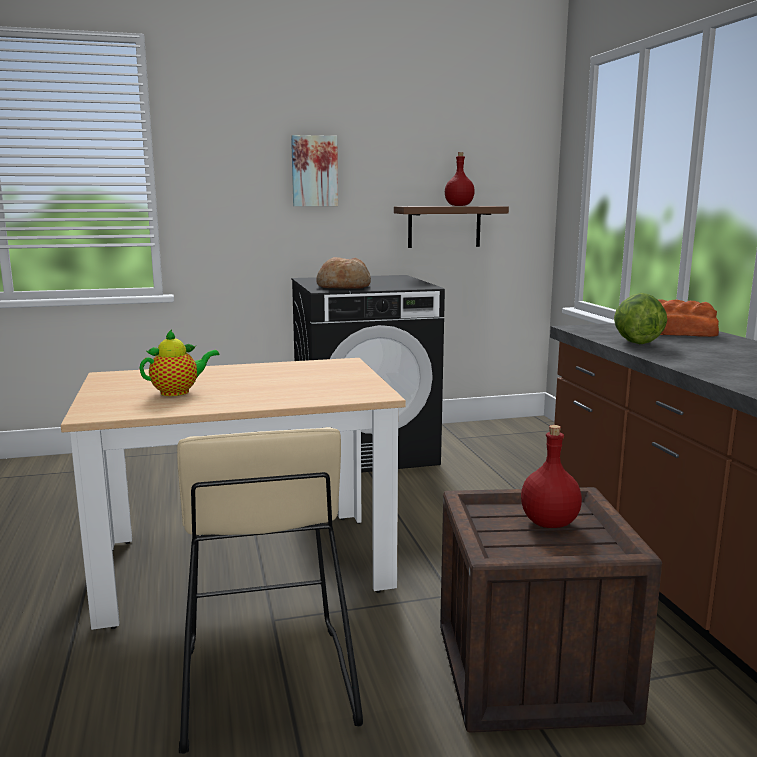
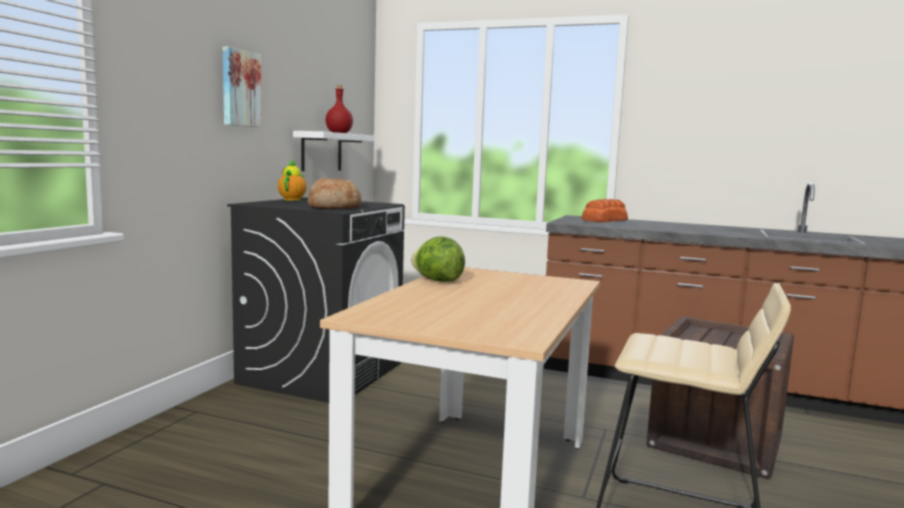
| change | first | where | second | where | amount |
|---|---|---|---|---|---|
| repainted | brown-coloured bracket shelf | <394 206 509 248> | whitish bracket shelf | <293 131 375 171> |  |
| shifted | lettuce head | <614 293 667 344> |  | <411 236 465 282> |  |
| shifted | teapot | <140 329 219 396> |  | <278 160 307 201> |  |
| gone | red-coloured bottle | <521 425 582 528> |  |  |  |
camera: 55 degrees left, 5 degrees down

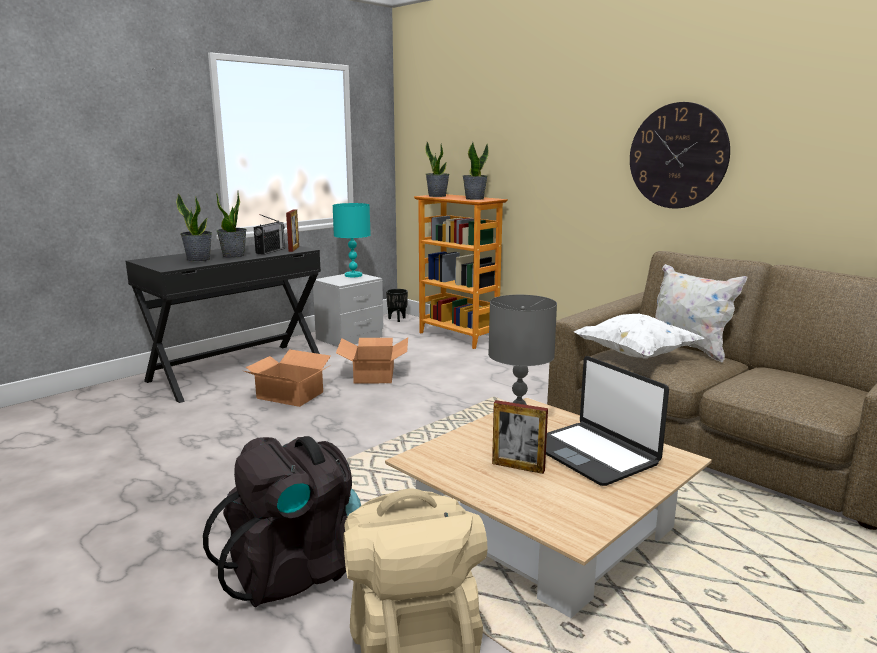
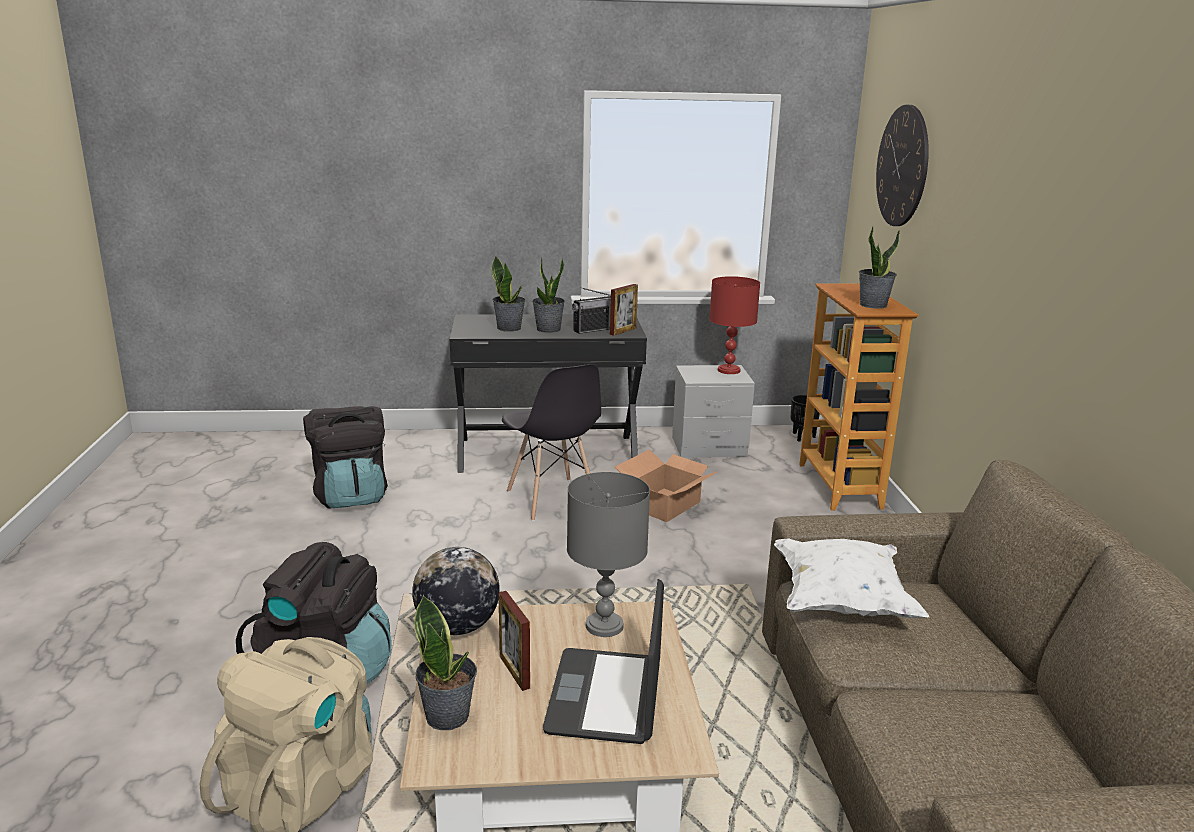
| change | first | where | second | where | amount |
|---|---|---|---|---|---|
| shifted | hanging clock | <630 102 730 209> |  | <876 105 929 226> |  |
| shifted | houseplant | <425 142 450 197> |  | <414 595 477 730> |  |
| repainted | blue-green lamp for a table | <333 203 371 277> | red-coloured lamp for a table | <709 276 760 374> |  |
| gone | whitish throw pillow | <655 264 748 362> |  |  |  |
| swapped | cardboard box | <244 349 331 407> | gray plain chair | <502 364 601 521> |  |
| new |  |  | black-coloured backpack | <303 406 388 508> |  |
| new |  |  | globe | <412 547 500 635> |  |
camera: 40 degrees right, 5 degrees up

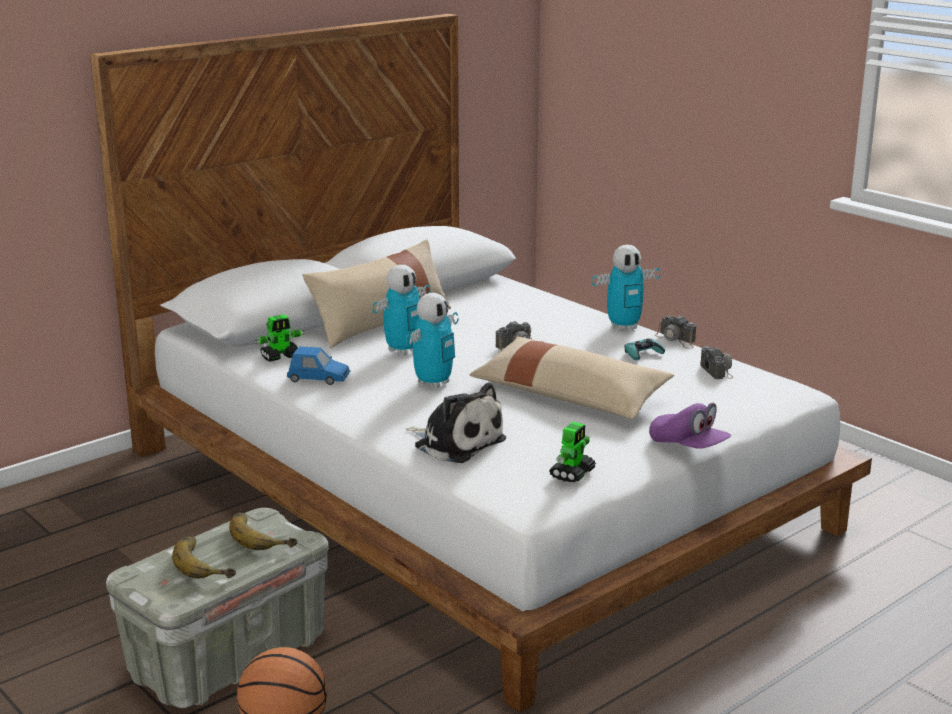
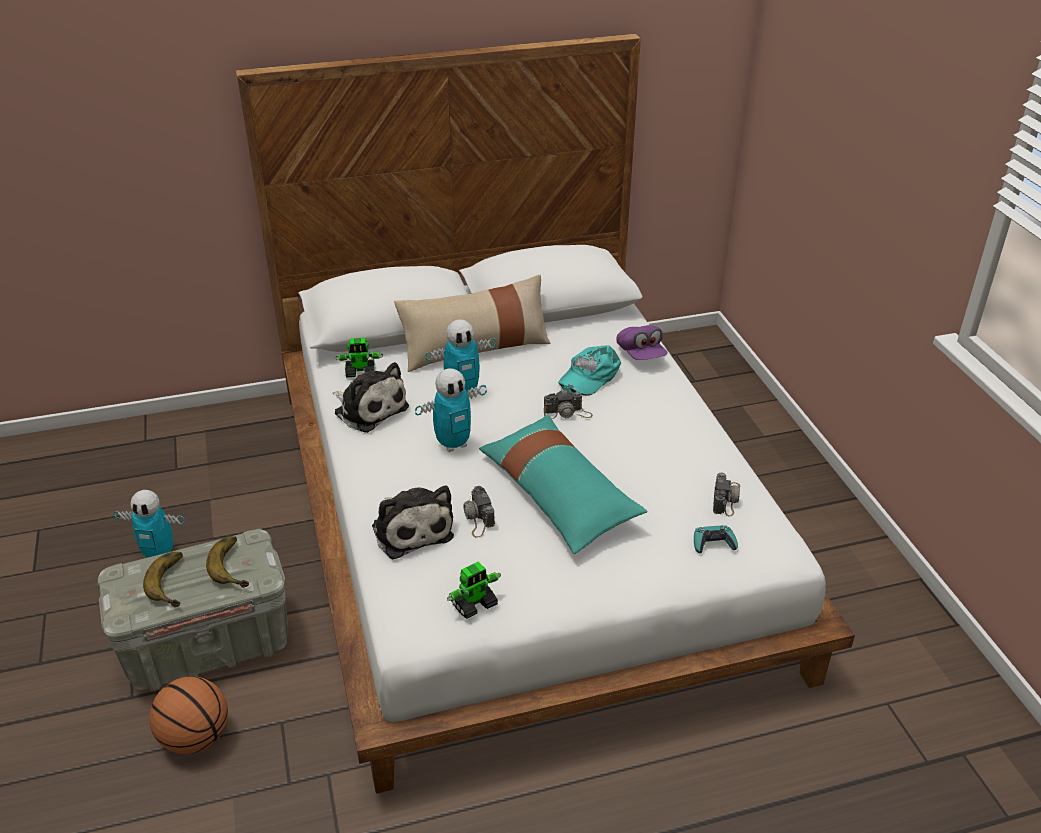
| change | first | where | second | where | amount |
|---|---|---|---|---|---|
| shifted | model robot | <592 245 660 331> |  | <114 490 185 558> |  |
| shifted | still camera | <655 315 696 349> |  | <464 486 495 538> |  |
| repainted | beige throw pillow | <470 337 674 419> | blue-green throw pillow | <479 414 647 554> |  |
| shifted | blue-green game controller | <624 338 665 360> |  | <694 525 738 553> |  |
| swapped | bluish model car | <287 346 350 385> | cuddly toy | <333 362 409 433> |  |
| shifted | purple cap | <649 403 731 449> |  | <616 325 668 360> |  |
| new |  |  | blue-green cap | <558 345 621 396> |  |
camera: 25 degrees right, 15 degrees up

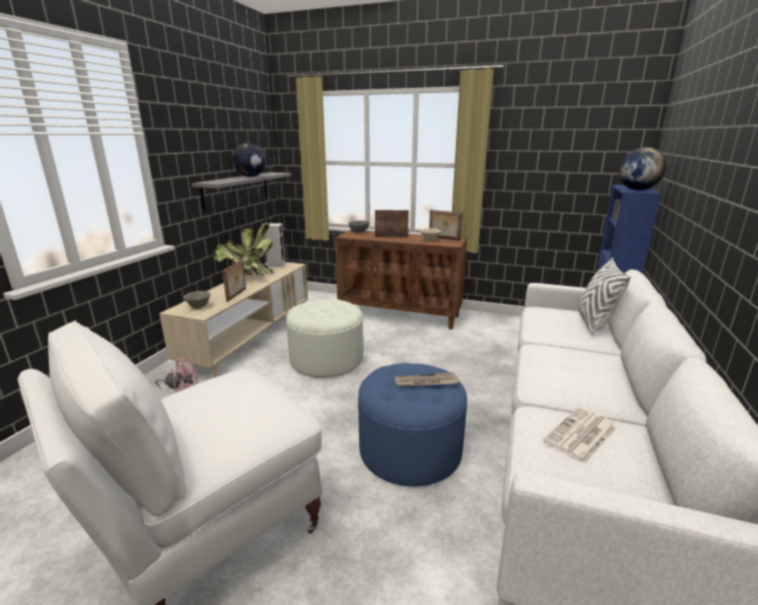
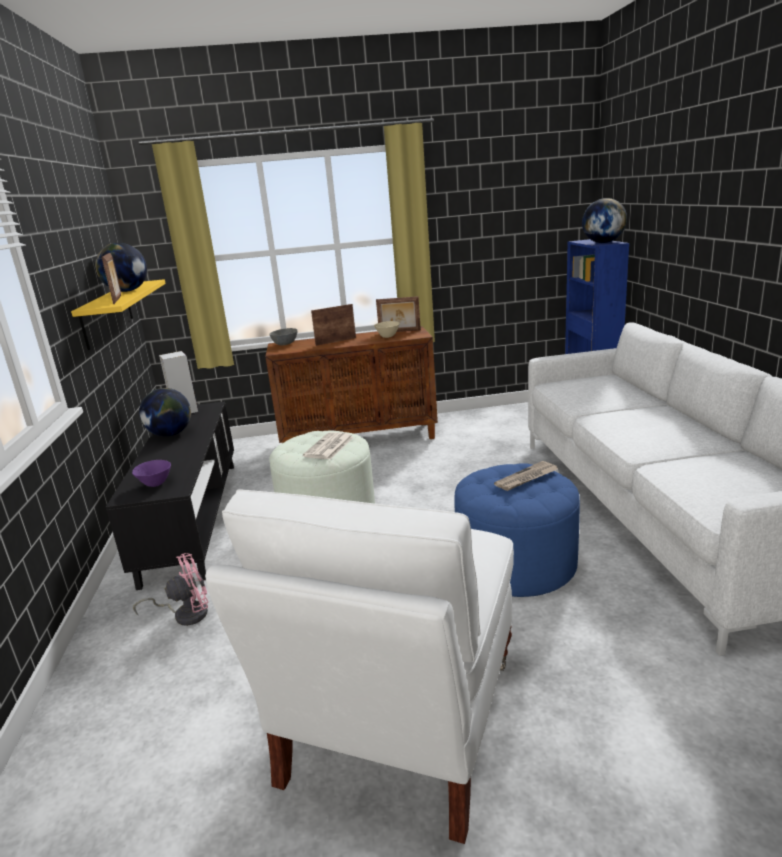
| change | first | where | second | where | amount |
|---|---|---|---|---|---|
| repainted | gray bracket shelf | <192 172 291 211> | yellowish bracket shelf | <71 279 166 350> |  |
| swapped | houseplant | <213 223 274 276> | globe | <139 388 191 437> |  |
| gone | whitish throw pillow | <578 257 631 336> |  |  |  |
| shifted | standing frame | <222 259 246 302> |  | <102 253 121 304> |  |
| repainted | beige tv stand | <159 262 308 379> | black-coloured tv stand | <106 401 234 590> |  |
| repainted | gray bowl | <183 291 211 309> | purple bowl | <132 460 171 487> |  |
| shifted | newspaper | <543 407 617 464> |  | <303 432 354 460> |  |
camera: 25 degrees left, 0 degrees up

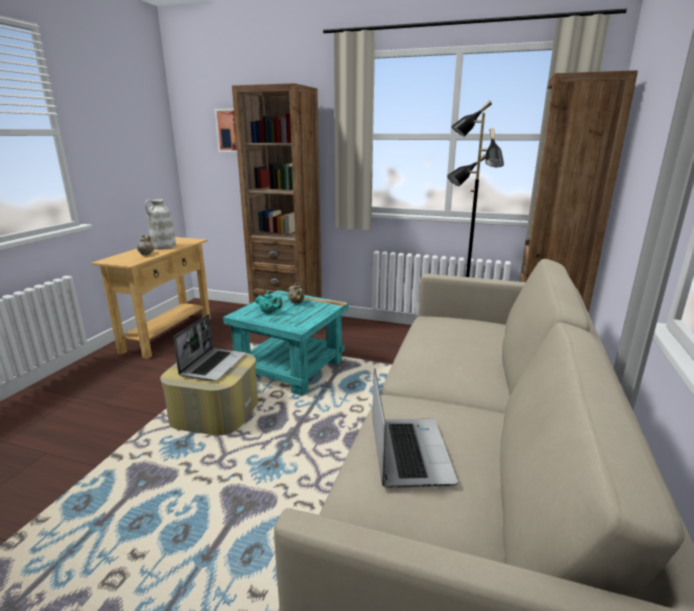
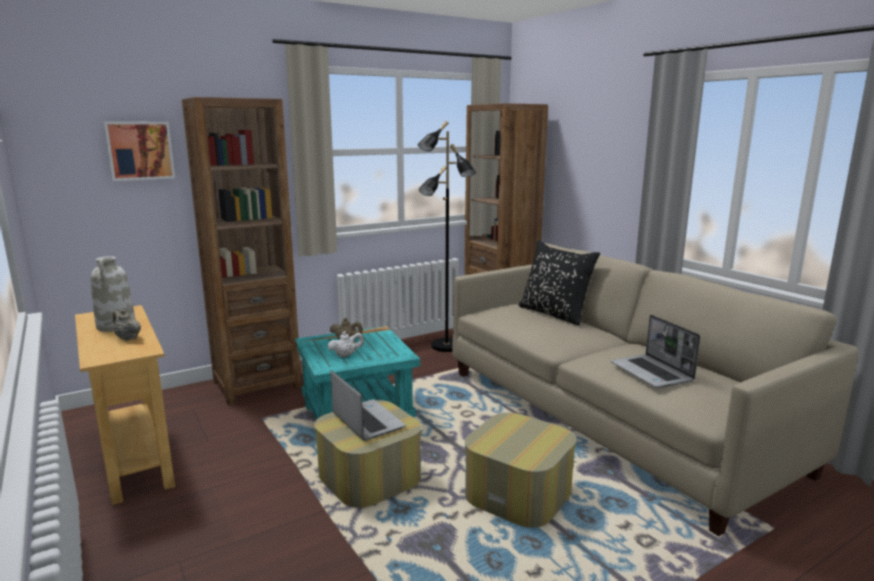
| change | first | where | second | where | amount |
|---|---|---|---|---|---|
| repainted | blue-green teapot | <255 291 282 313> | whitish teapot | <328 331 364 357> |  |
| rotated | portable computer | <372 368 458 488> |  | <611 315 700 388> | 150 degrees counterclockwise |
| new |  |  | black-coloured throw pillow | <518 240 600 326> |  |
| new |  |  | footrest | <465 413 577 528> |  |
camera: 50 degrees left, 5 degrees down

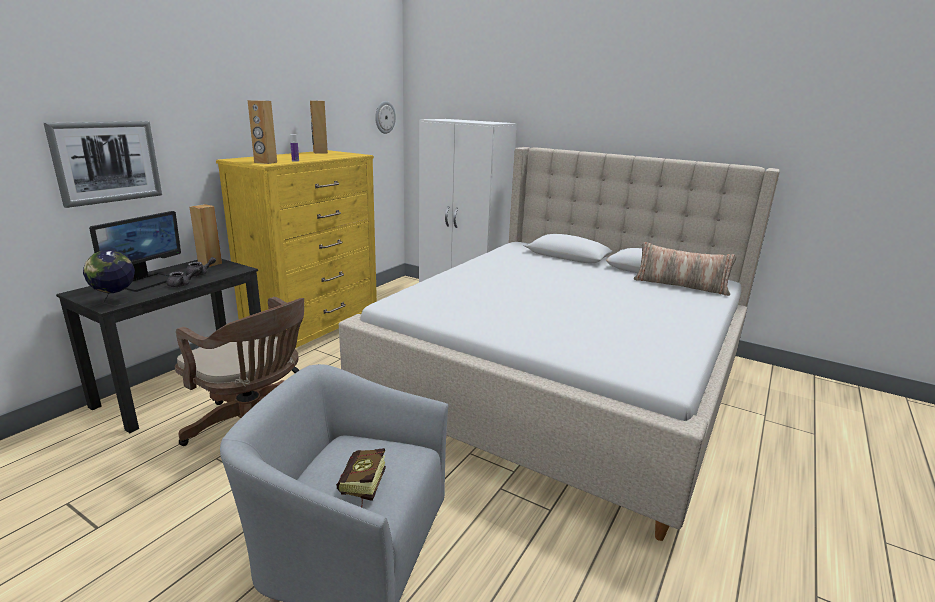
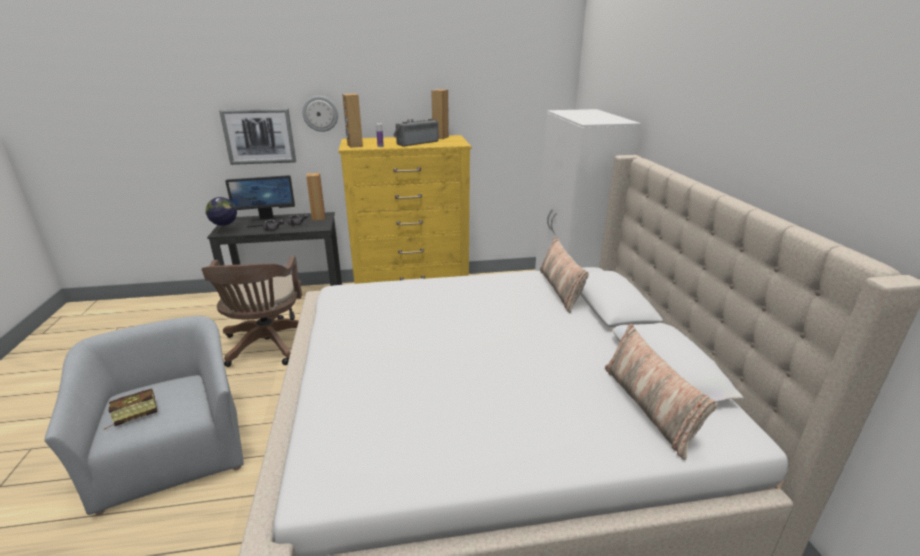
| change | first | where | second | where | amount |
|---|---|---|---|---|---|
| shifted | hanging clock | <375 101 396 134> |  | <302 96 338 132> |  |
| new |  |  | radio set | <393 118 438 147> |  |
| new |  |  | throw pillow | <540 237 589 313> |  |
camera: 50 degrees right, 5 degrees up

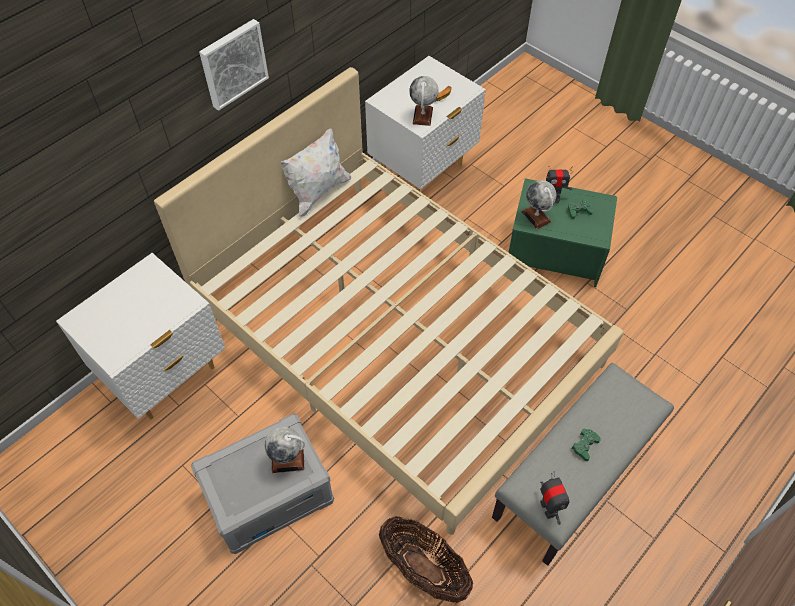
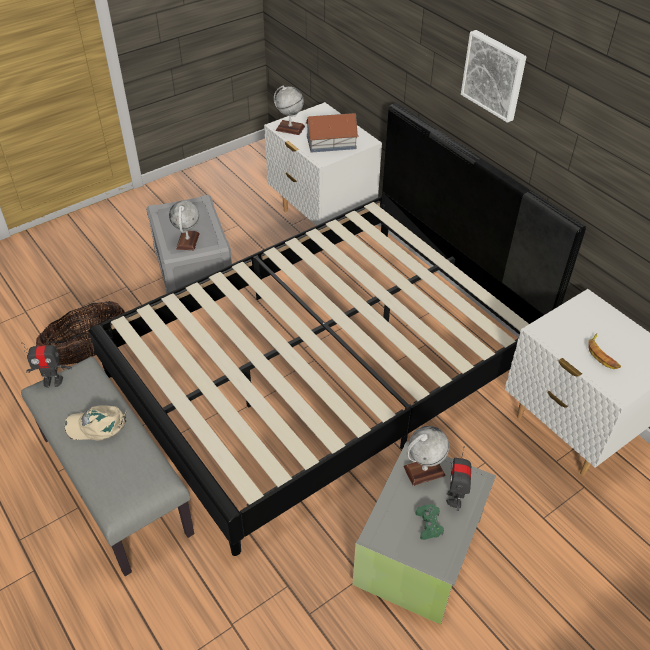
| change | first | where | second | where | amount |
|---|---|---|---|---|---|
| repainted | beige sleeping bed | <154 67 624 535> | black-coloured sleeping bed | <89 103 586 556> |  |
| shifted | globe | <409 76 439 126> |  | <274 86 305 135> |  |
| gone | whitish throw pillow | <281 128 351 217> |  |  |  |
| repainted | green-coloured storage box | <508 178 617 287> | gray storage box | <352 441 496 625> |  |
| swapped | green-coloured game controller | <571 429 601 461> | beige cap | <65 406 127 441> |  |
| new |  |  | toy house | <305 113 359 153> |  |
camera: 100 degrees right, 10 degrees down

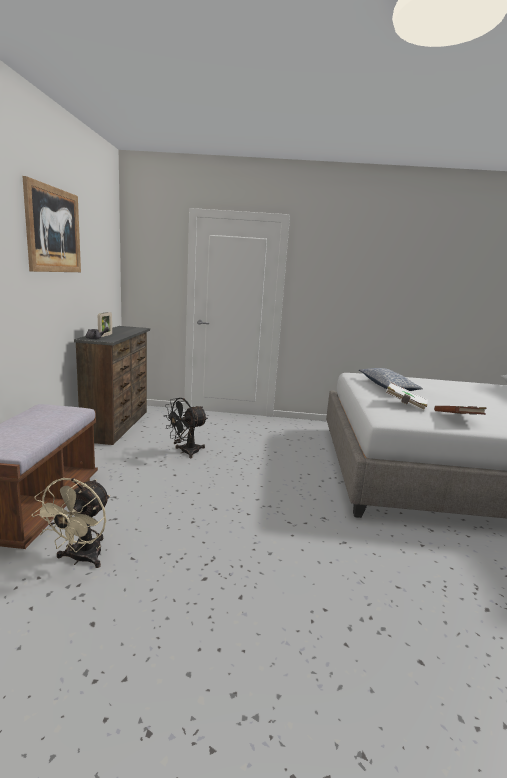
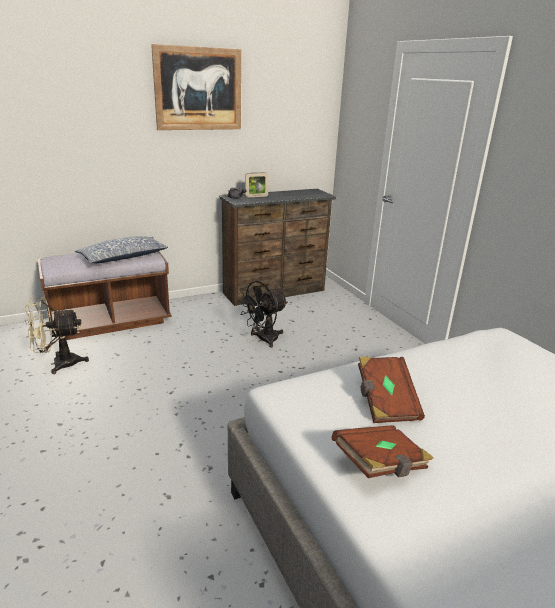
| change | first | where | second | where | amount |
|---|---|---|---|---|---|
| shifted | throw pillow | <359 368 423 391> |  | <75 236 168 263> |  |
| repainted | whitish book | <385 383 428 412> | brown-coloured book | <358 357 425 423> |  |
| rotated | black-coloured cooling fan | <164 398 208 458> |  | <238 281 288 348> | 60 degrees counterclockwise |
camera: 60 degrees right, 10 degrees up

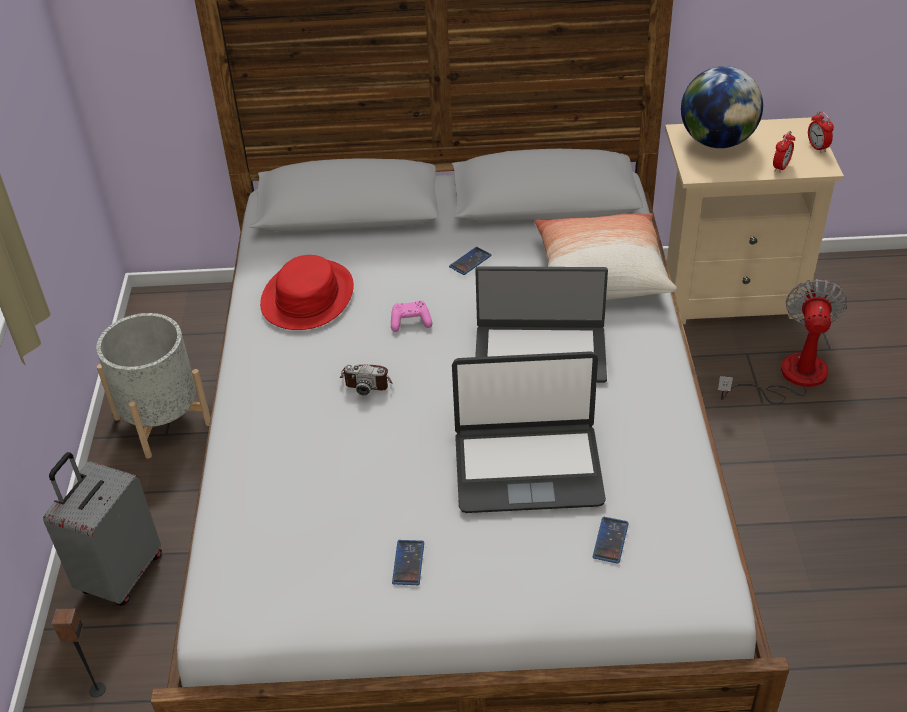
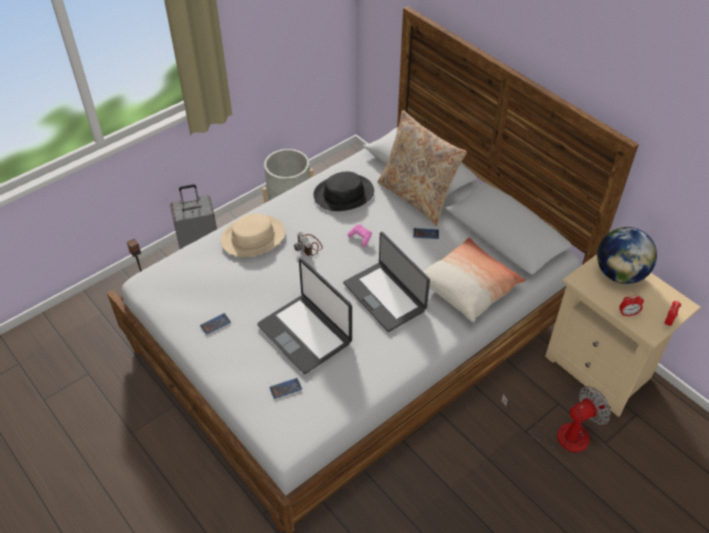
| change | first | where | second | where | amount |
|---|---|---|---|---|---|
| repainted | red-coloured wearable hat | <260 255 354 330> | black-coloured wearable hat | <313 172 374 211> |  |
| new |  |  | beige throw pillow | <378 110 467 226> |  |
| new |  |  | beige wearable hat | <221 214 285 257> |  |
camera: 50 degrees right, 5 degrees up

